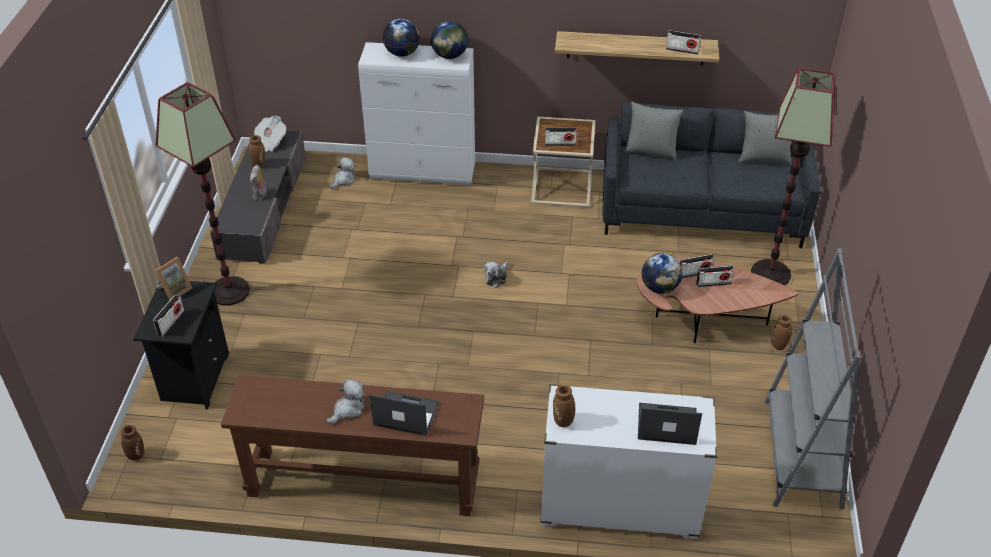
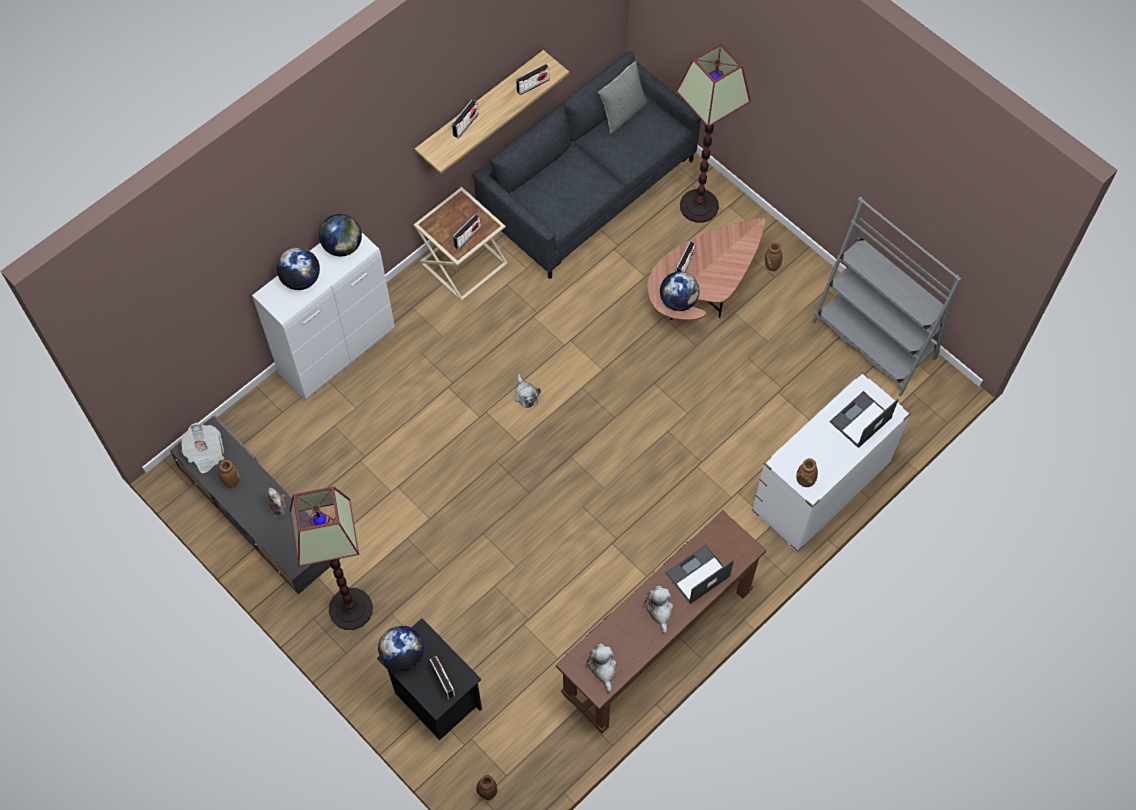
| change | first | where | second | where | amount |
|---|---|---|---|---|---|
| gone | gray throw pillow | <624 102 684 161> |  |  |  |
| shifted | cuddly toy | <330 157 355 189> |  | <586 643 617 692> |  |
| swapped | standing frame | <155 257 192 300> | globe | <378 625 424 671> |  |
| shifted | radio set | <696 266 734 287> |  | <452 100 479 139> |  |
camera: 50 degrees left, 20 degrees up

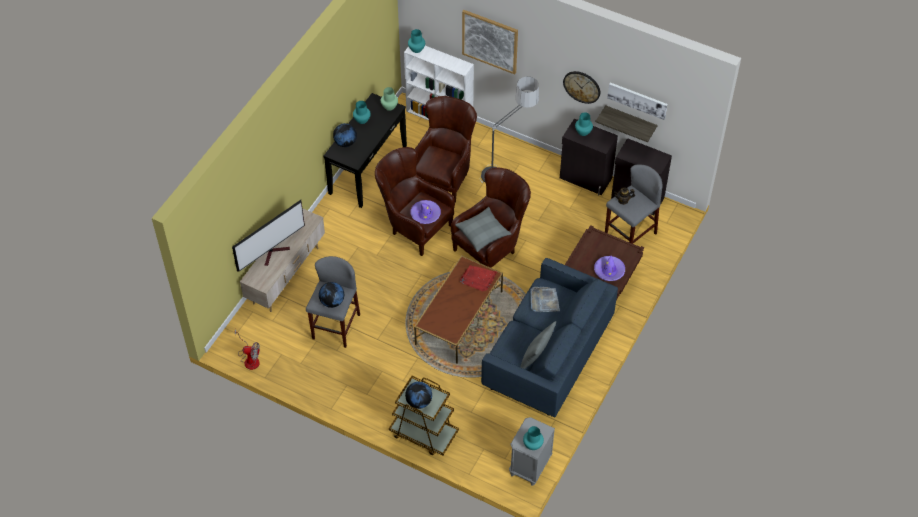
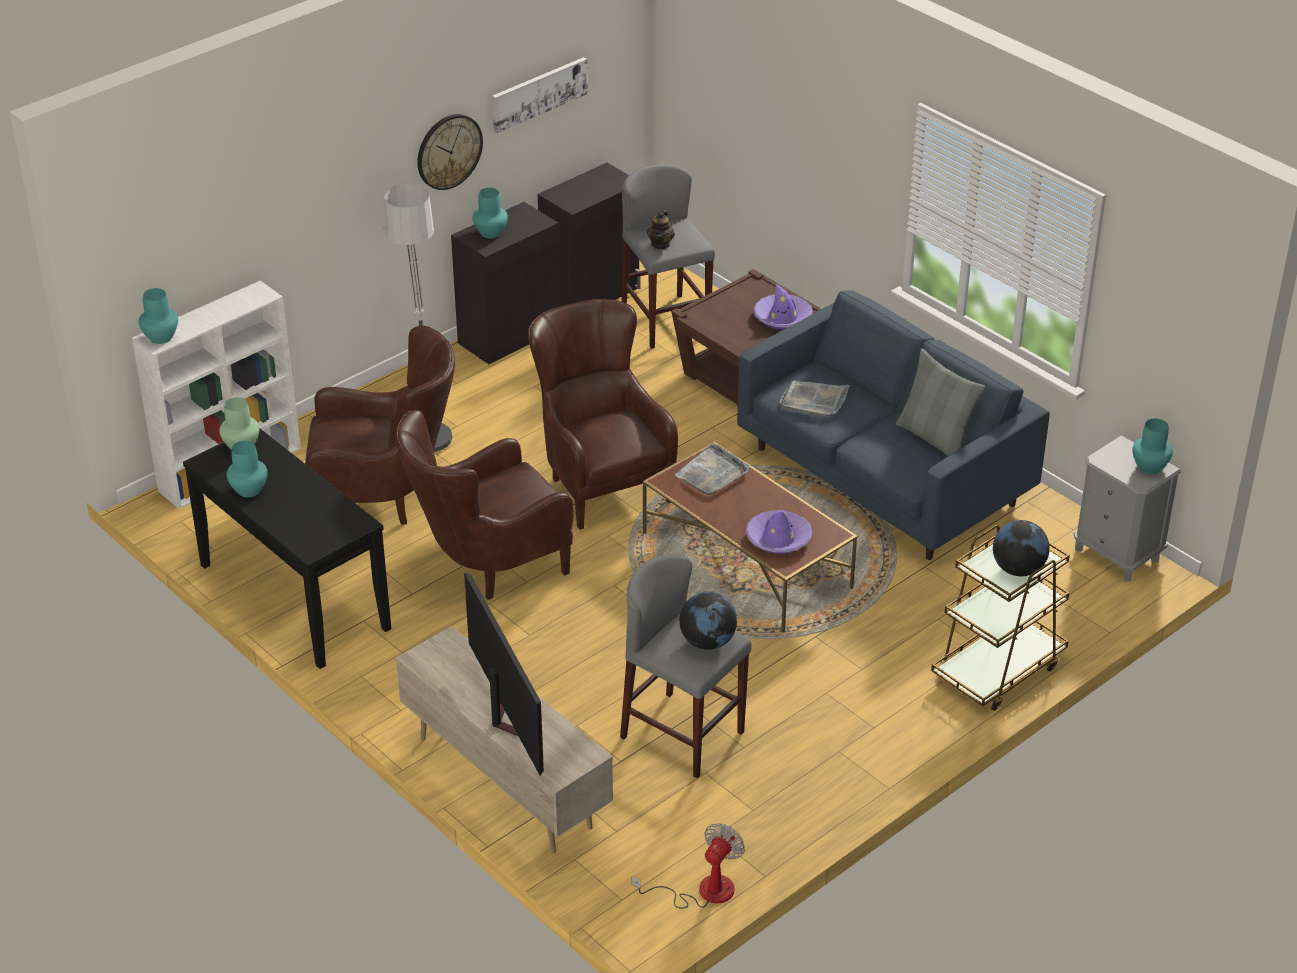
| change | first | where | second | where | amount |
|---|---|---|---|---|---|
| gone | wall picture | <462 10 518 75> |  |  |  |
| rotated | brown-coloured armchair | <415 96 477 203> |  | <305 325 455 525> | 135 degrees clockwise |
| gone | bracket shelf | <596 105 657 142> |  |  |  |
| gone | globe | <333 123 357 147> |  |  |  |
| shifted | purple wearable hat | <411 200 441 224> |  | <746 510 812 554> |  |
| gone | gray throw pillow | <455 207 511 252> |  |  |  |
| repainted | red-coloured serving tray | <460 265 497 291> | gray serving tray | <675 443 749 495> |  |
camera: 70 degrees left, 15 degrees down

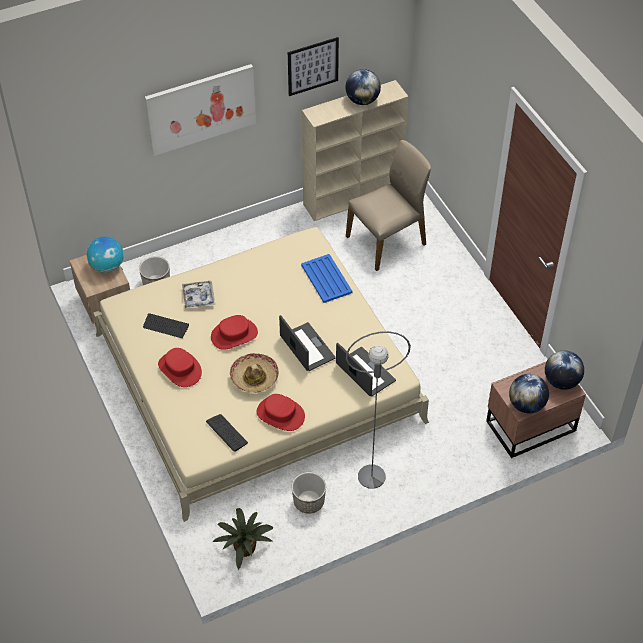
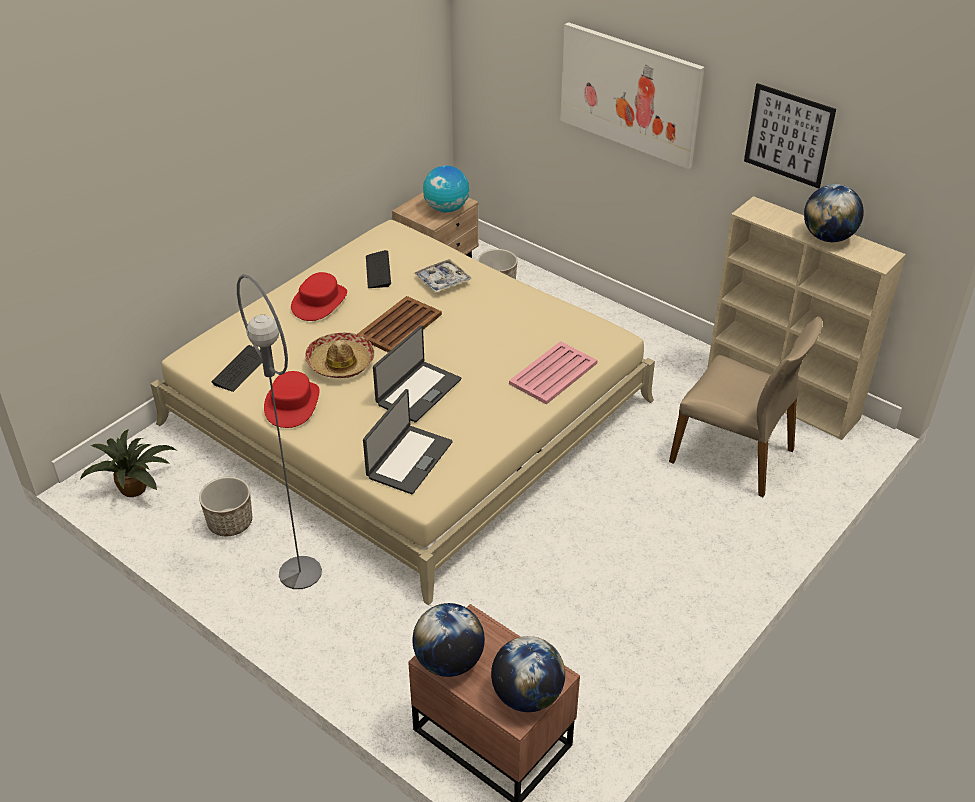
| change | first | where | second | where | amount |
|---|---|---|---|---|---|
| repainted | bluish serving tray | <301 254 352 303> | pink-coloured serving tray | <509 341 598 405> |  |
| swapped | red-coloured wearable hat | <211 315 258 350> | brown-coloured serving tray | <357 296 442 353> |  |
camera: 65 degrees right, 10 degrees down

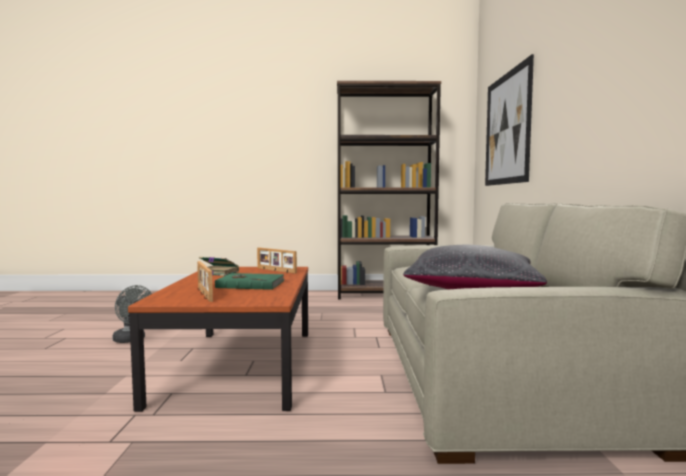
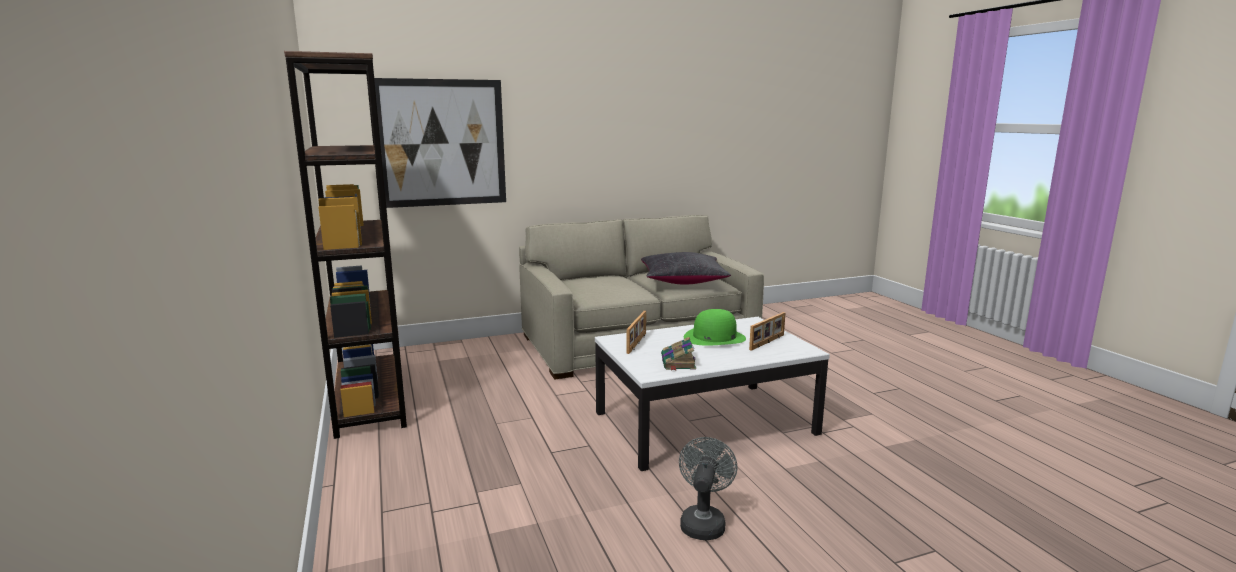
| change | first | where | second | where | amount |
|---|---|---|---|---|---|
| repainted | brown-coloured lounge table | <128 267 308 412> | whitish lounge table | <595 317 830 471> |  |
| swapped | green-coloured book | <215 273 285 290> | green-coloured wearable hat | <684 309 746 346> |  |
camera: 110 degrees left, 10 degrees up

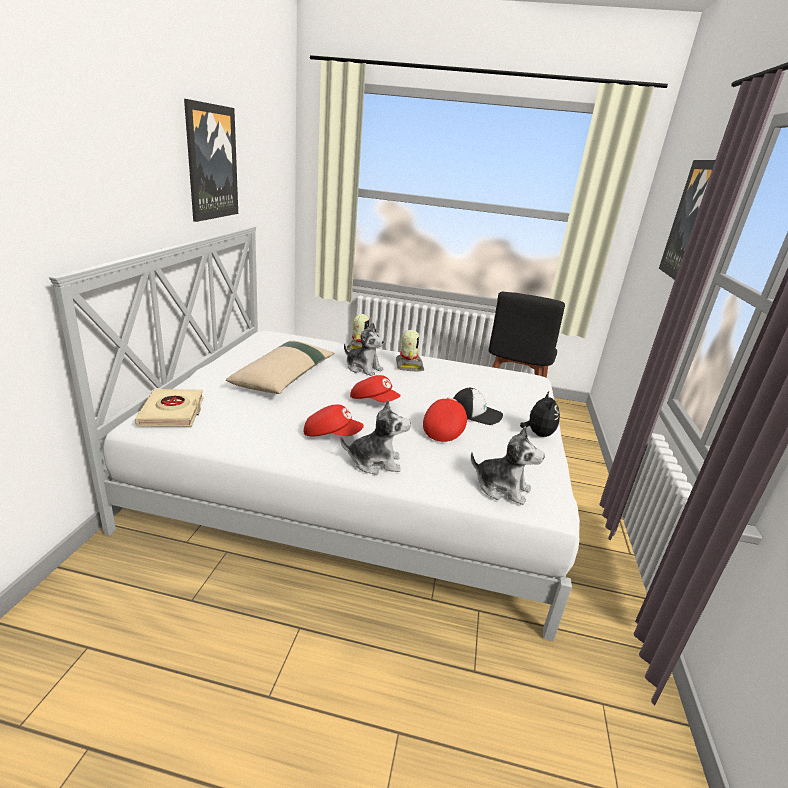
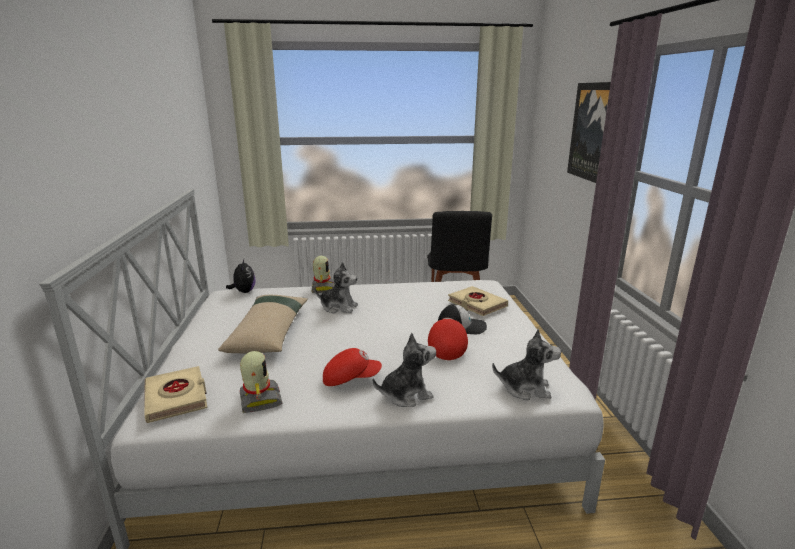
| change | first | where | second | where | amount |
|---|---|---|---|---|---|
| gone | wall picture | <184 99 238 222> |  |  |  |
| shifted | model robot | <396 330 424 372> |  | <240 351 282 413> |  |
| gone | red-coloured cap | <350 375 401 402> |  |  |  |
| shifted | cuddly toy | <520 391 560 437> |  | <226 259 256 293> |  |
| new |  |  | beige book | <448 286 508 316> |  |
camera: 15 degrees left, 5 degrees down

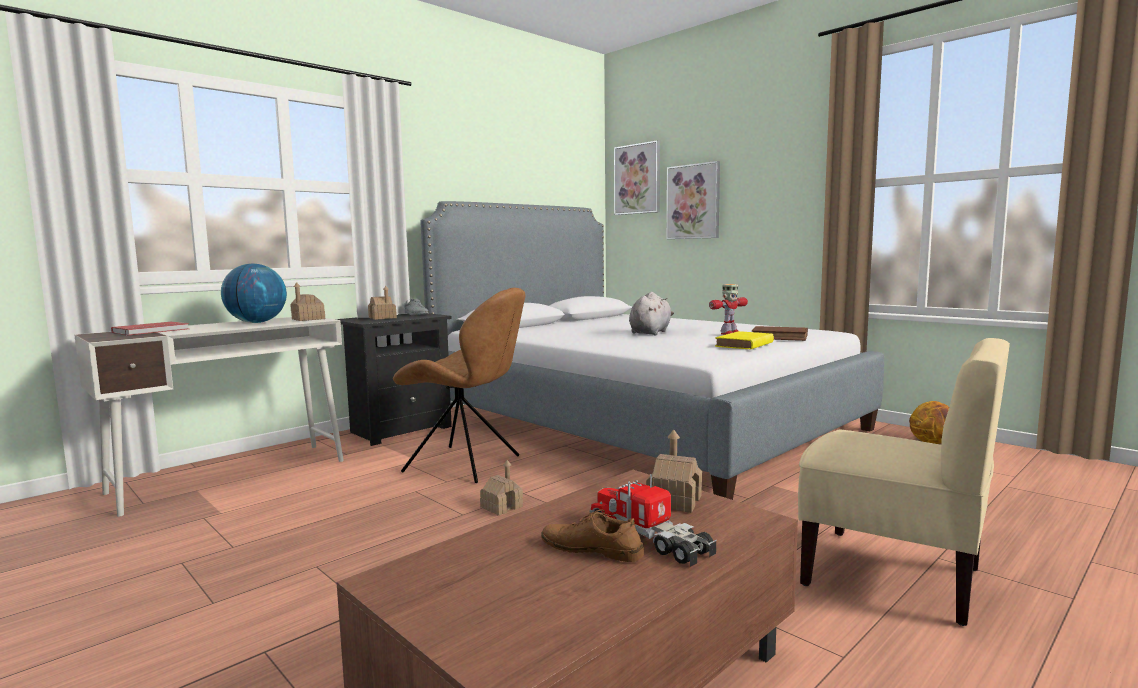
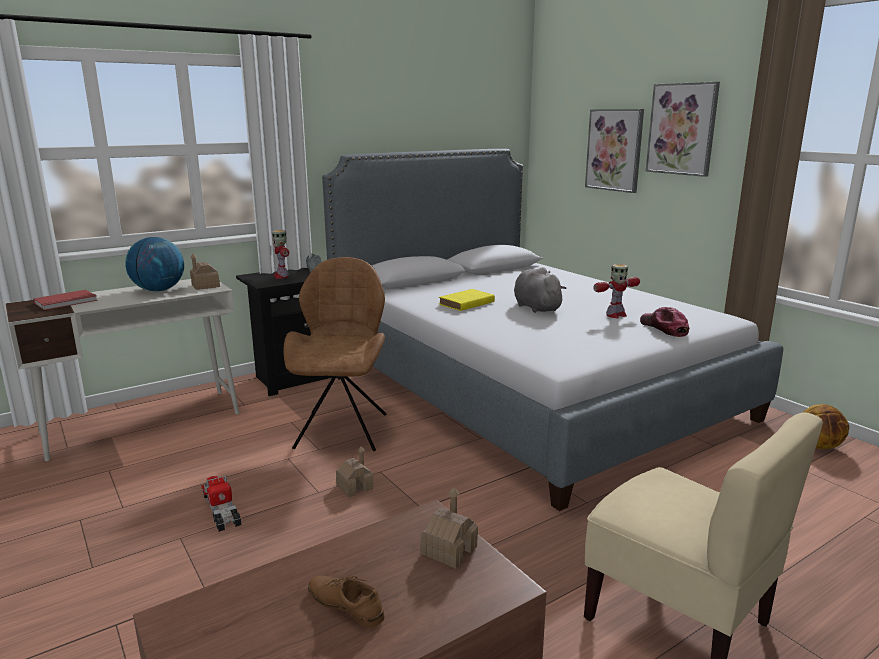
| change | first | where | second | where | amount |
|---|---|---|---|---|---|
| shifted | wall picture | <614 140 660 215> |  | <646 82 720 177> |  |
| swapped | toy house | <368 286 397 320> | model robot | <272 230 289 279> |  |
| rotated | brown-coloured plain chair | <393 288 525 483> |  | <283 257 386 451> | 120 degrees counterclockwise |
| rotated | gray cuddly toy | <629 292 674 336> |  | <514 267 566 313> | 60 degrees counterclockwise |
| swapped | brown-coloured book | <752 326 808 341> | cap | <640 307 689 337> |  |
| shifted | yellowish book | <715 331 774 350> |  | <439 289 495 311> |  |
| shifted | toy lorry | <589 474 717 567> |  | <202 475 241 532> |  |
camera: 10 degrees right, 10 degrees up

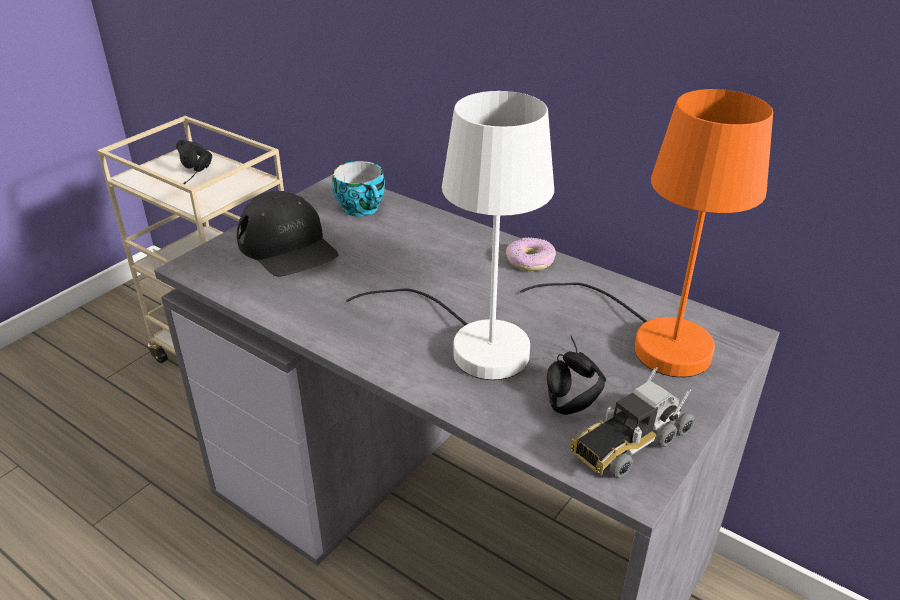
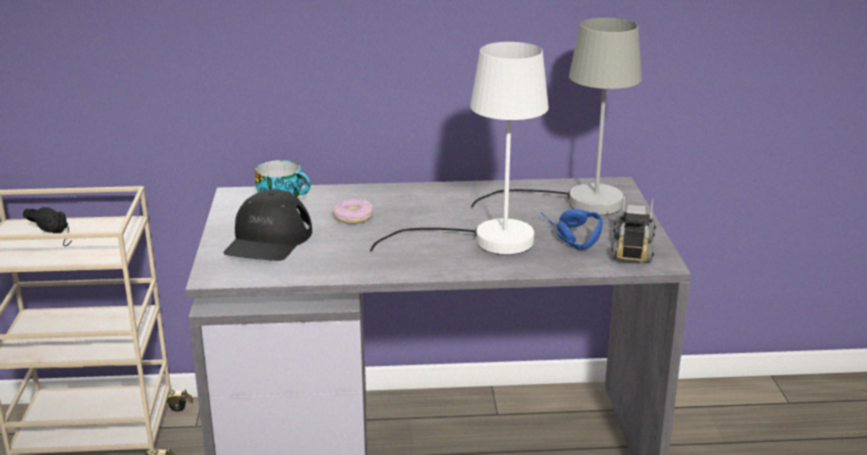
| change | first | where | second | where | amount |
|---|---|---|---|---|---|
| repainted | orange-coloured lamp for a table | <520 89 773 377> | gray lamp for a table | <471 18 642 215> |  |
| rotated | black-coloured cap | <237 191 338 276> |  | <224 190 312 261> | 90 degrees clockwise |
| shifted | donut | <506 237 556 271> |  | <333 198 374 224> |  |
| repainted | black-coloured headset | <547 336 606 415> | bluish headset | <541 209 603 251> |  |
camera: 40 degrees left, 10 degrees down

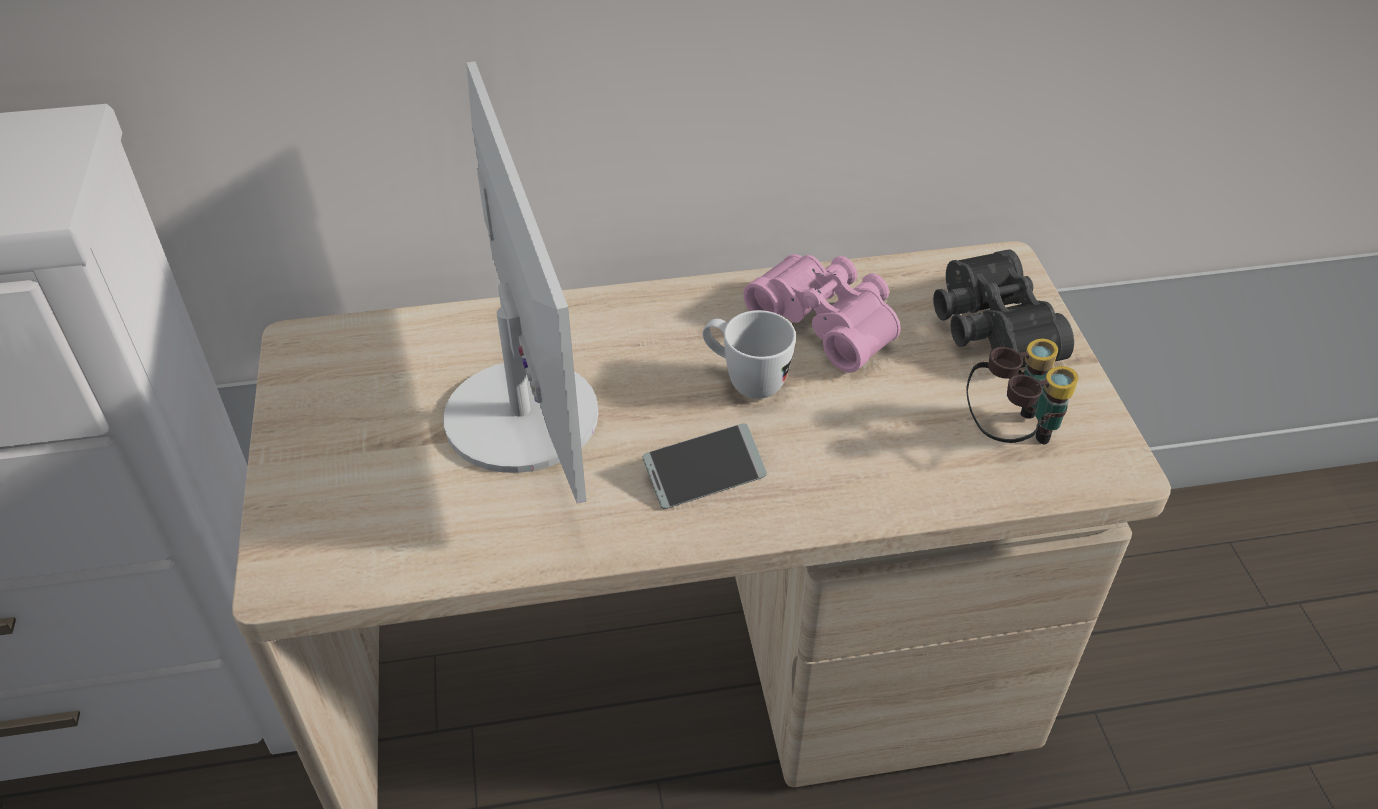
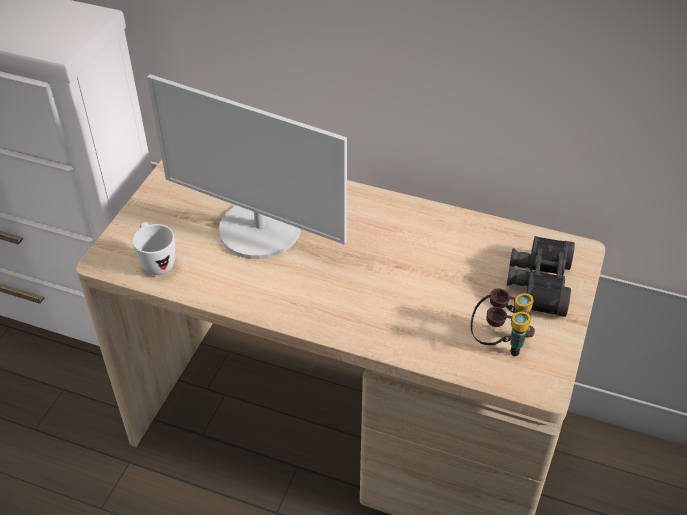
| change | first | where | second | where | amount |
|---|---|---|---|---|---|
| rotated | computer screen | <443 61 598 504> |  | <147 74 347 259> | 105 degrees clockwise |
| gone | pink-coloured field glasses | <743 254 901 373> |  |  |  |
| shifted | whitish coffee mug | <703 310 796 399> |  | <132 222 175 275> |  |
| gone | phone | <642 423 767 509> |  |  |  |
camera: 30 degrees right, 0 degrees up

